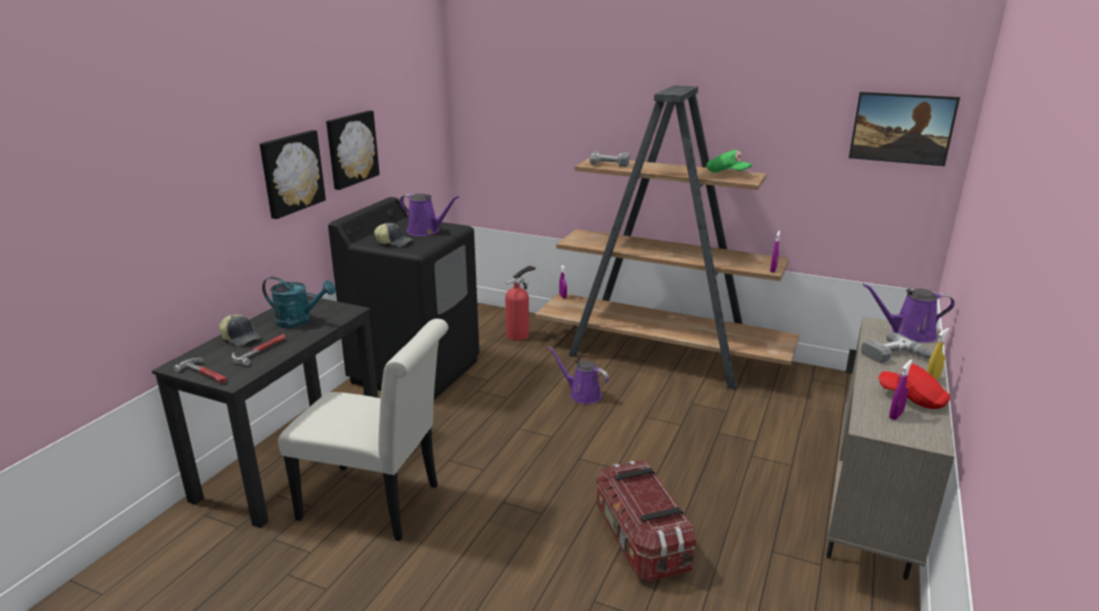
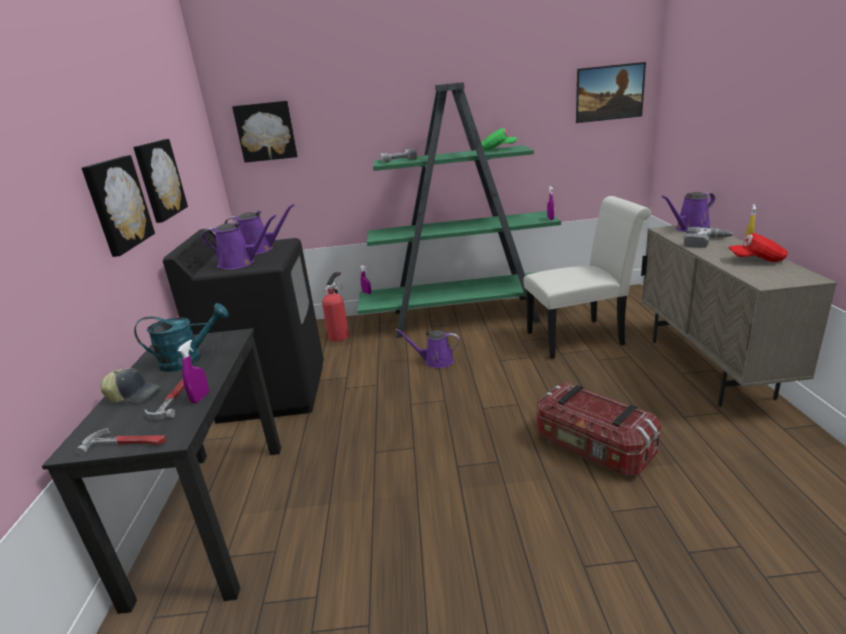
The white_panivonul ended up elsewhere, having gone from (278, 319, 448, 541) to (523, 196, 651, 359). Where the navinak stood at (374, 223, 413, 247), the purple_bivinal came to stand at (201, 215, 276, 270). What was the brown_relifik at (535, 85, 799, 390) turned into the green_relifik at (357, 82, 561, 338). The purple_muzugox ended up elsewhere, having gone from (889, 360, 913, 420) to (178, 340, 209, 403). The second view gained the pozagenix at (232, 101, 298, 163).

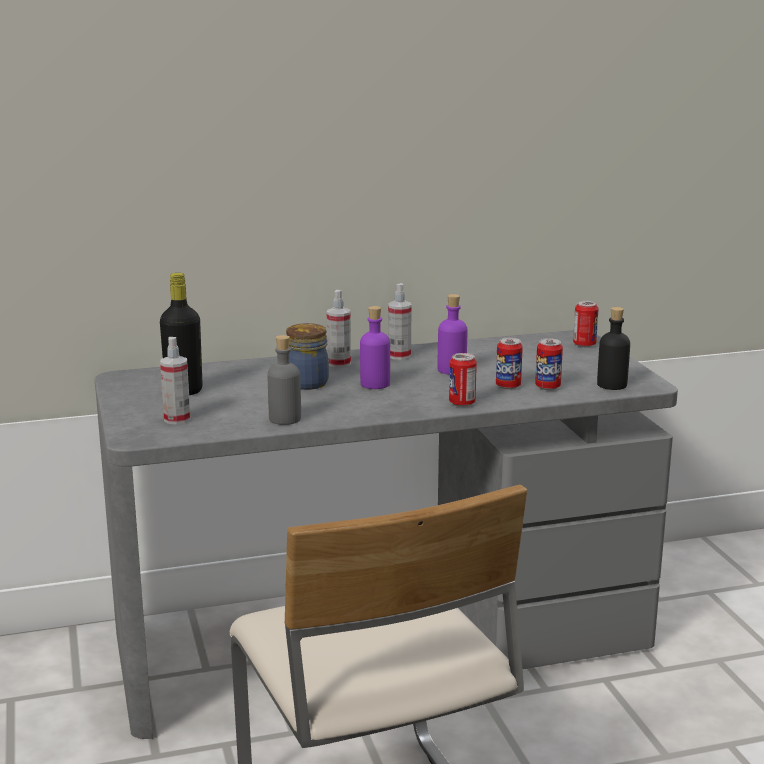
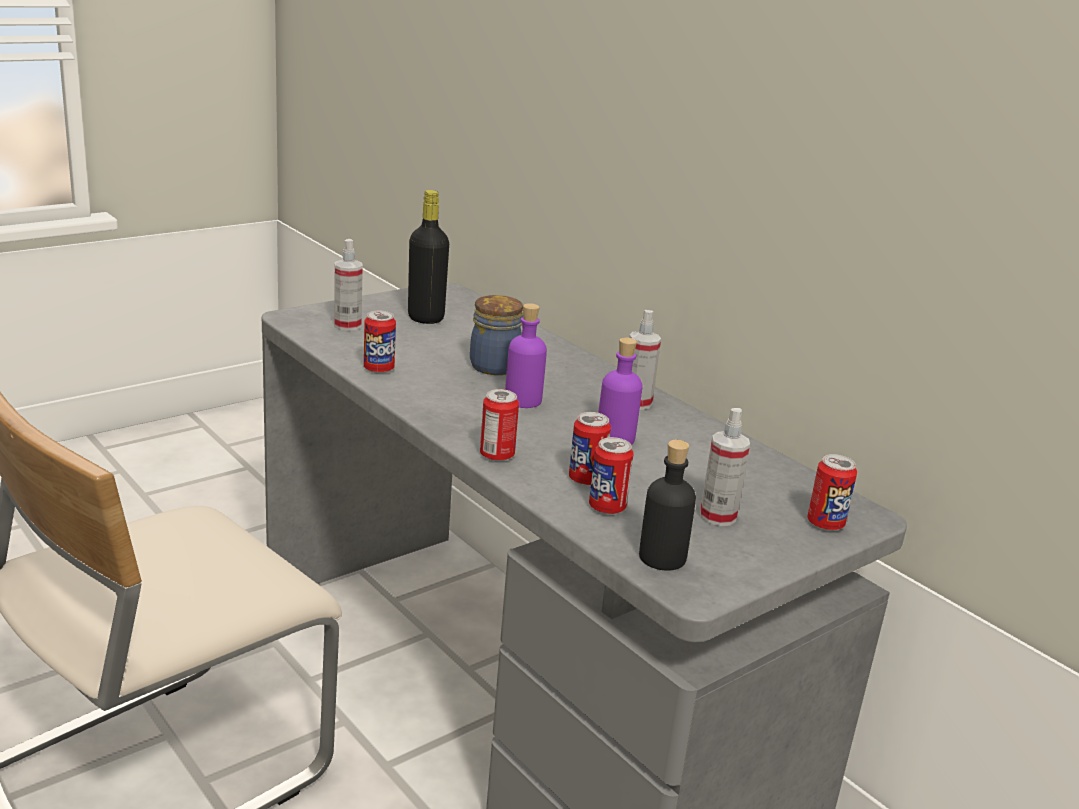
Where the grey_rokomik stood at (268, 335, 301, 425), the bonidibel came to stand at (364, 311, 396, 374). The muzugox ended up elsewhere, having gone from (327, 290, 351, 368) to (700, 408, 750, 526).

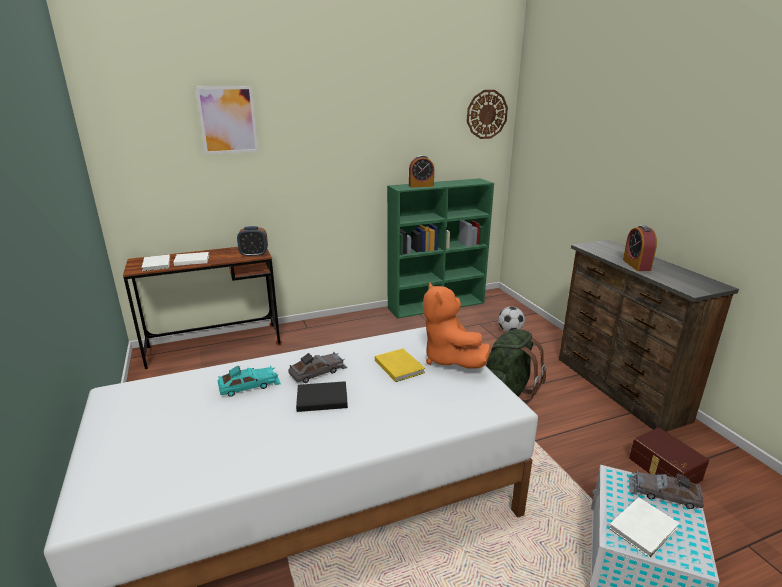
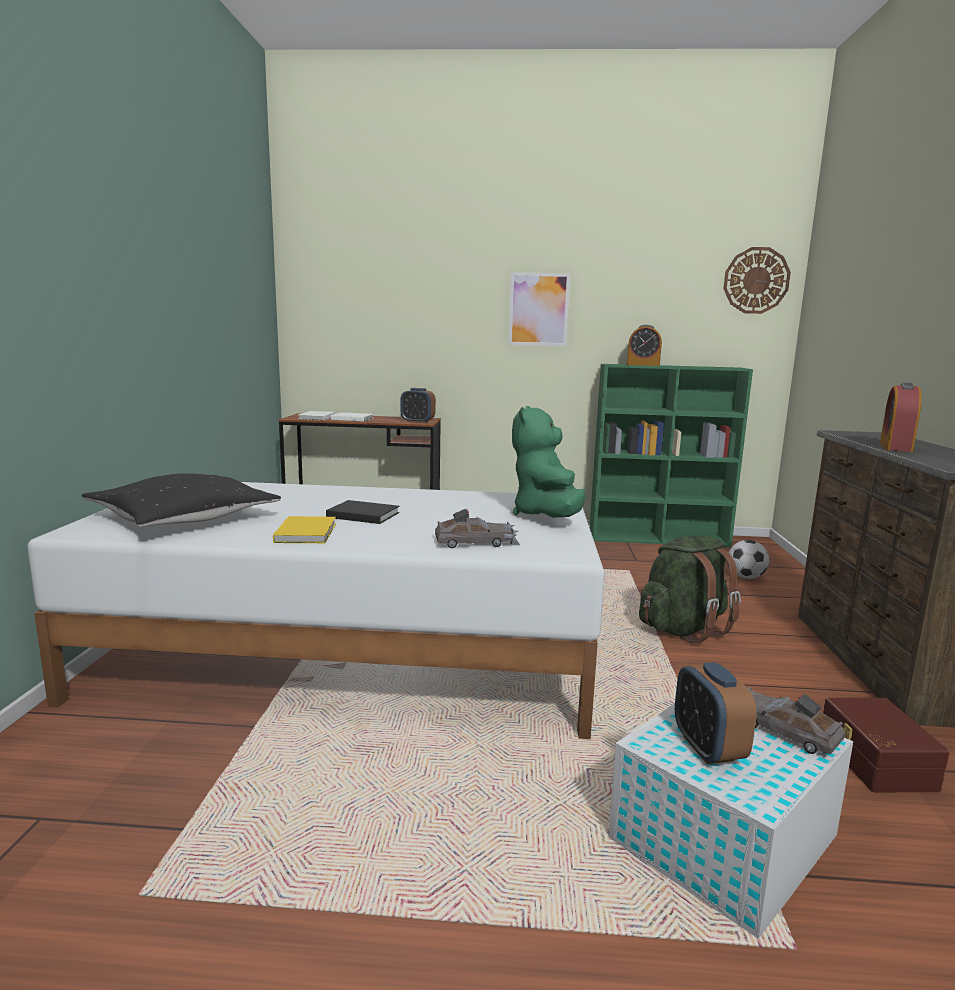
The pozagenix ended up elsewhere, having gone from (195, 86, 259, 154) to (508, 272, 570, 346). The second view lost the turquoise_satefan at (218, 365, 281, 397). The grey_satefan ended up elsewhere, having gone from (288, 352, 347, 383) to (435, 509, 520, 548). The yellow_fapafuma ended up elsewhere, having gone from (375, 348, 425, 382) to (273, 516, 336, 543). What was the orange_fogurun at (423, 283, 490, 369) turned into the green_fogurun at (512, 406, 586, 518). Where the white_fapafuma stood at (609, 497, 680, 558), the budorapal came to stand at (675, 662, 757, 764). The second view gained the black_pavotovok at (82, 473, 281, 527).

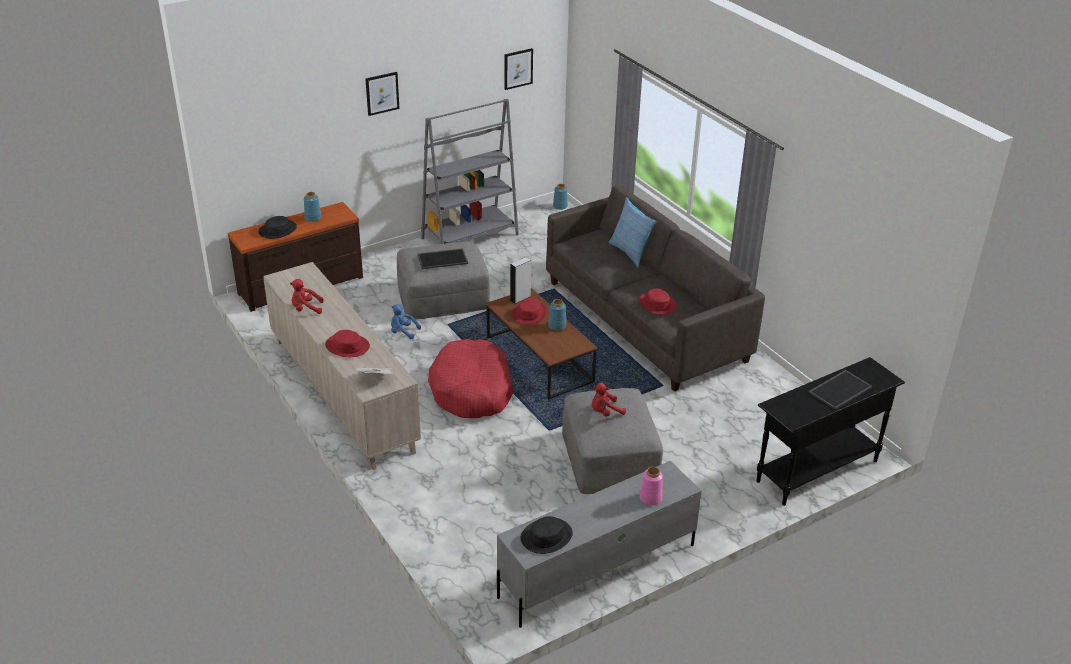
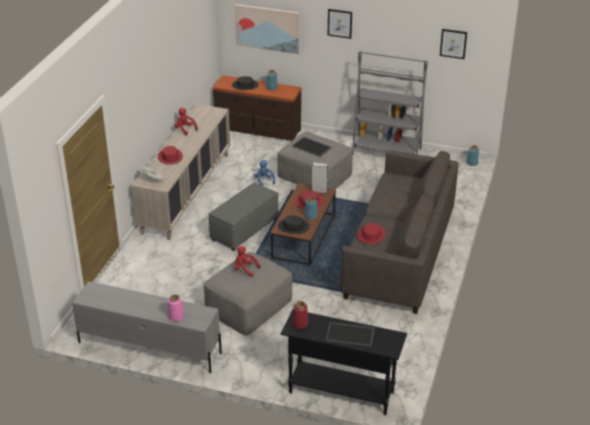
Where the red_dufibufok stood at (428, 339, 514, 418), the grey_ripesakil came to stand at (209, 182, 278, 251). The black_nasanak ended up elsewhere, having gone from (521, 516, 573, 554) to (278, 216, 310, 234). The second view lost the pavotovok at (609, 197, 656, 268). The second view gained the pozagenix at (235, 4, 300, 54). The second view gained the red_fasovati at (292, 301, 308, 329).

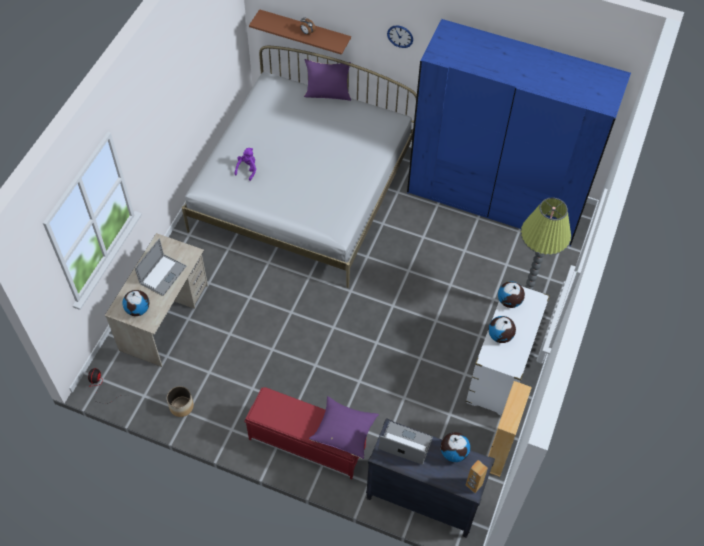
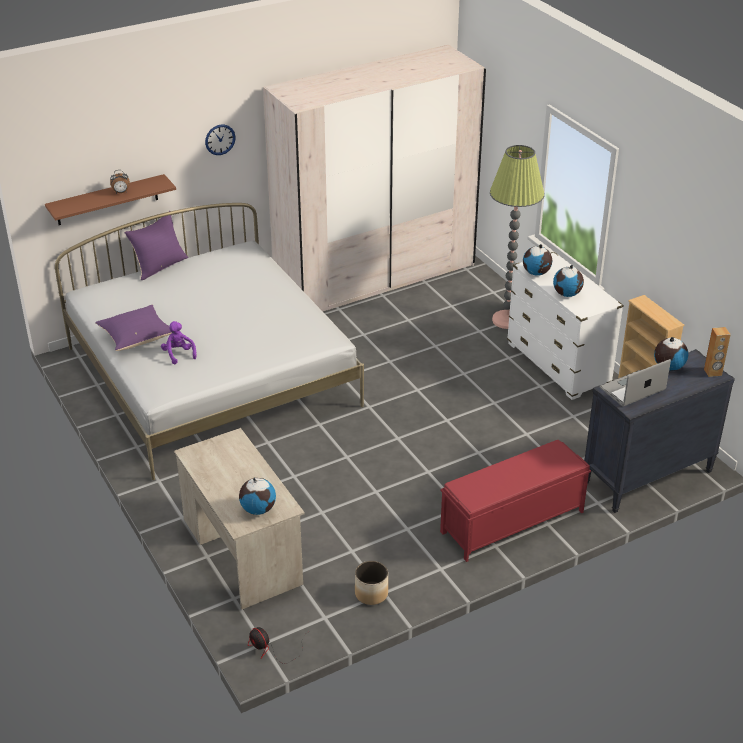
The second view lost the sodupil at (135, 239, 186, 296). The purple_pavotovok ended up elsewhere, having gone from (309, 396, 379, 459) to (95, 305, 171, 351). What was the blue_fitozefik at (407, 19, 631, 246) turned into the beige_fitozefik at (263, 45, 486, 311).

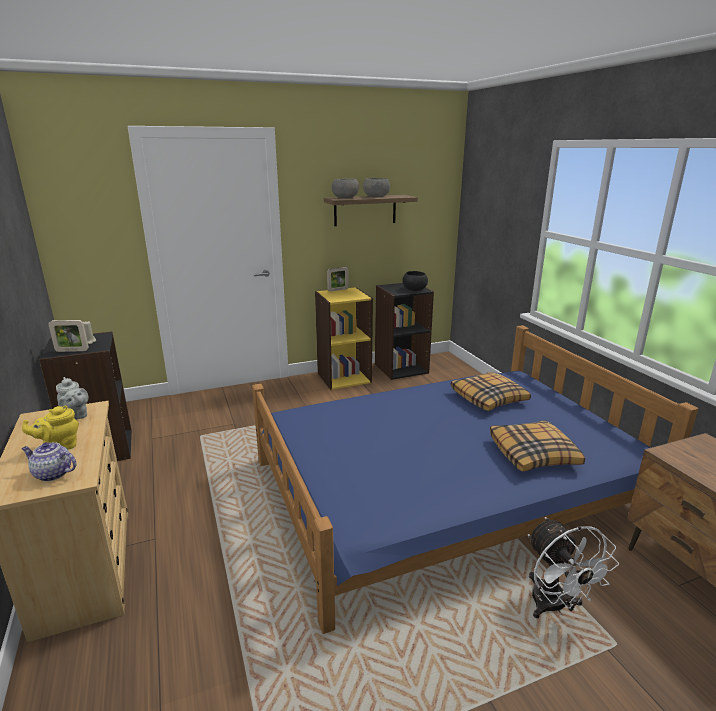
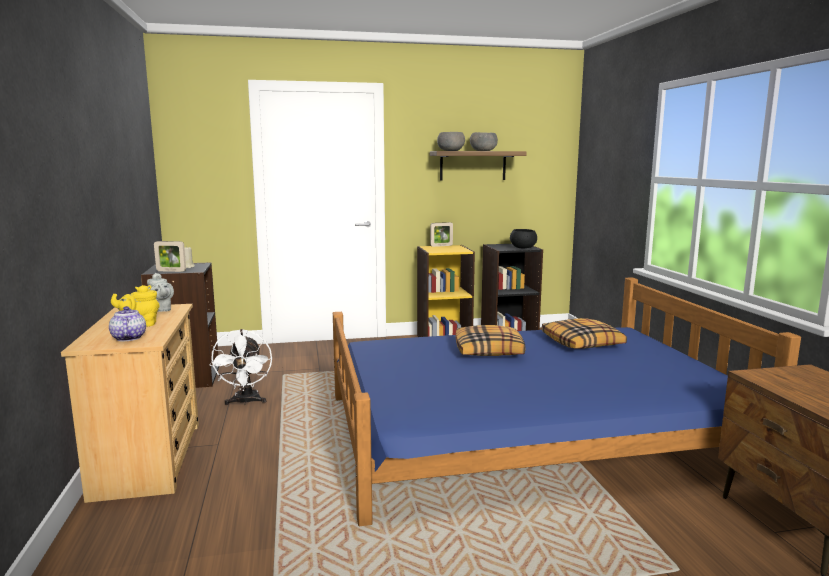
The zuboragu at (21, 442, 76, 482) ended up facing another way, 45 degrees clockwise from before. The pavotovok ended up elsewhere, having gone from (490, 420, 585, 472) to (456, 325, 526, 356). The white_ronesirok ended up elsewhere, having gone from (528, 517, 619, 618) to (210, 329, 272, 405).

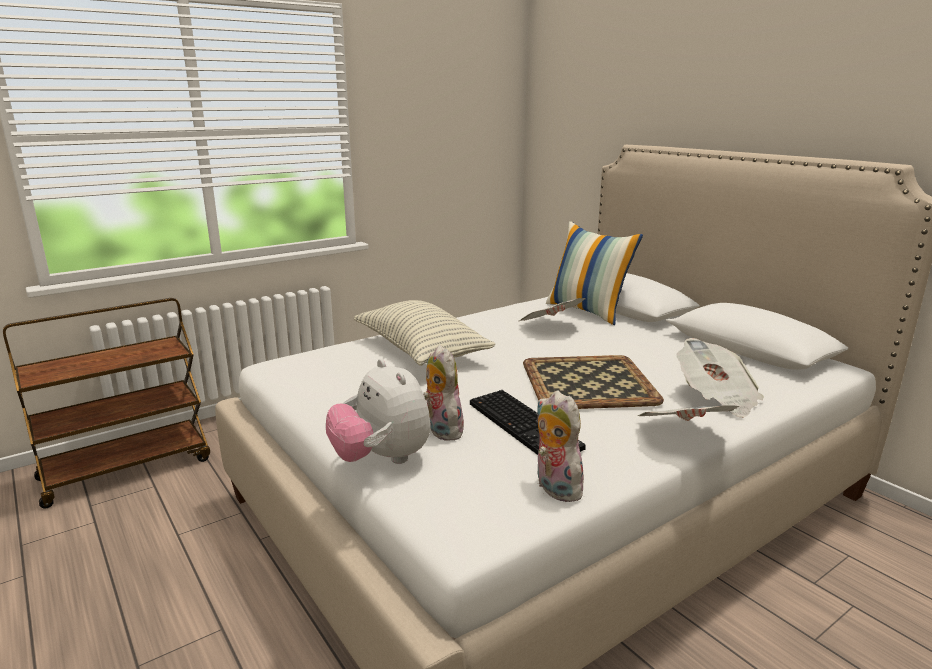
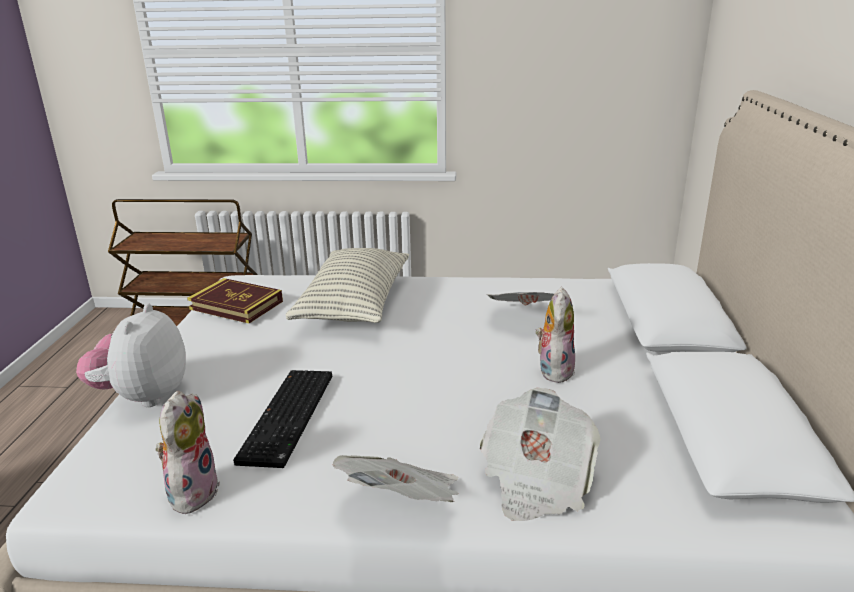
The fogurun ended up elsewhere, having gone from (423, 345, 464, 441) to (536, 287, 575, 384). The second view lost the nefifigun at (523, 355, 664, 409). The second view lost the pavotovok at (546, 221, 643, 325). The second view gained the fapafuma at (187, 278, 283, 324).

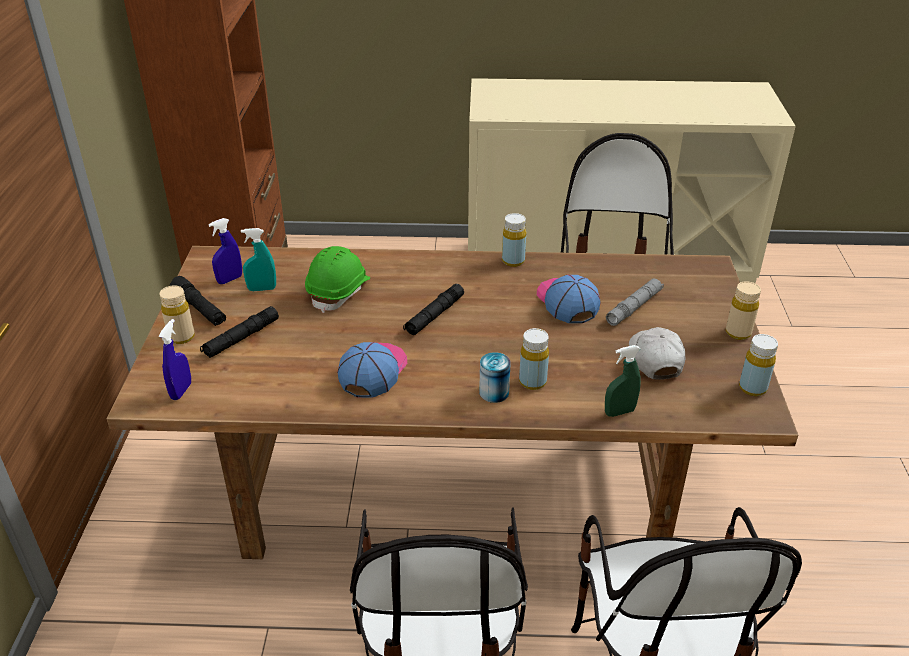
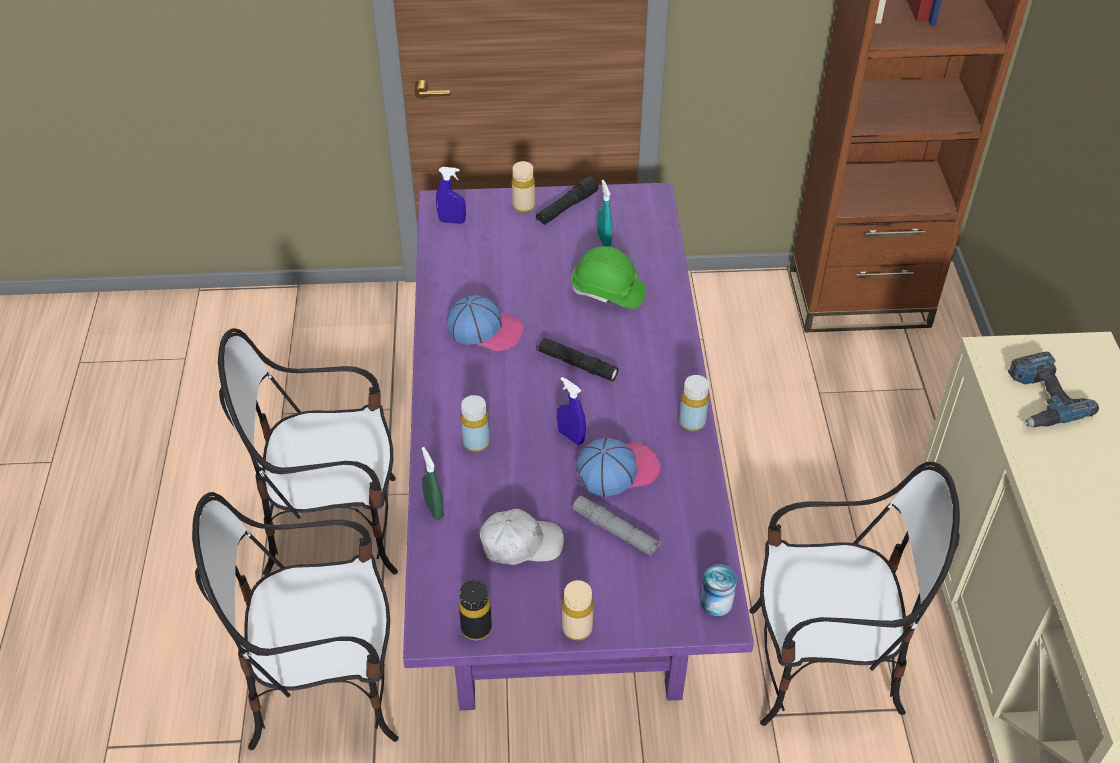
What was the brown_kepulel at (106, 246, 798, 559) turned into the purple_kepulel at (403, 183, 754, 710). The second view lost the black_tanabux at (200, 306, 279, 358). The blue_muzugox ended up elsewhere, having gone from (208, 218, 242, 284) to (557, 377, 586, 445). The bonidibel ended up elsewhere, having gone from (479, 352, 511, 403) to (701, 564, 737, 616). What was the yellow_rokomik at (739, 334, 778, 396) turned into the black_rokomik at (459, 580, 492, 640). The second view gained the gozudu at (1008, 352, 1099, 427).

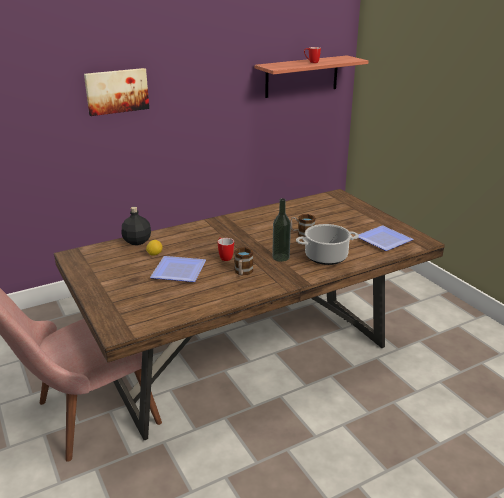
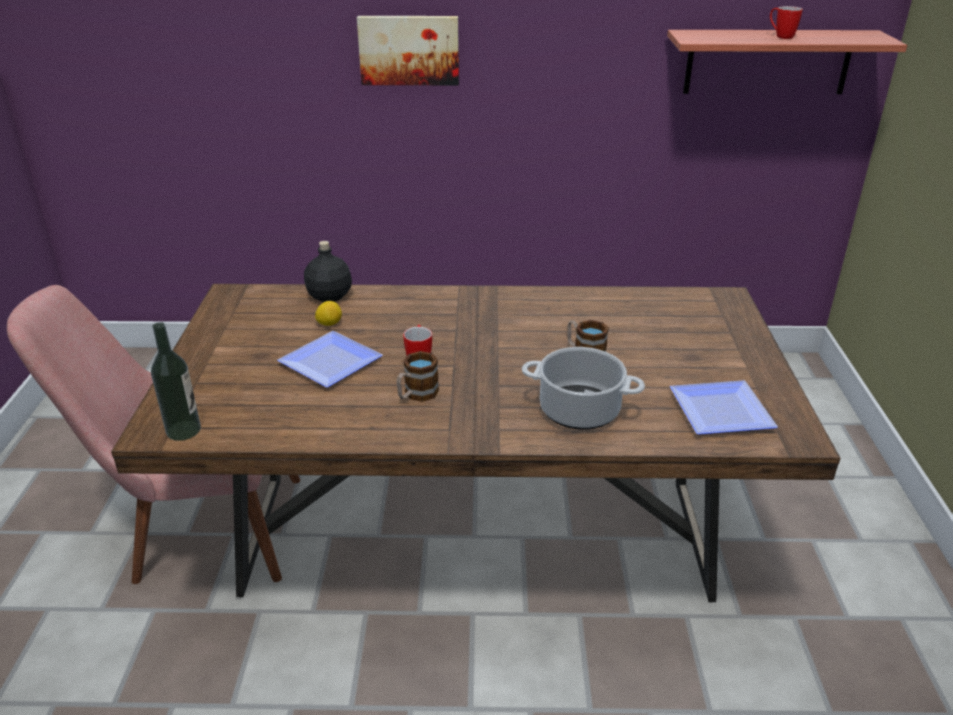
The rokomik ended up elsewhere, having gone from (272, 198, 291, 262) to (151, 322, 201, 441).

